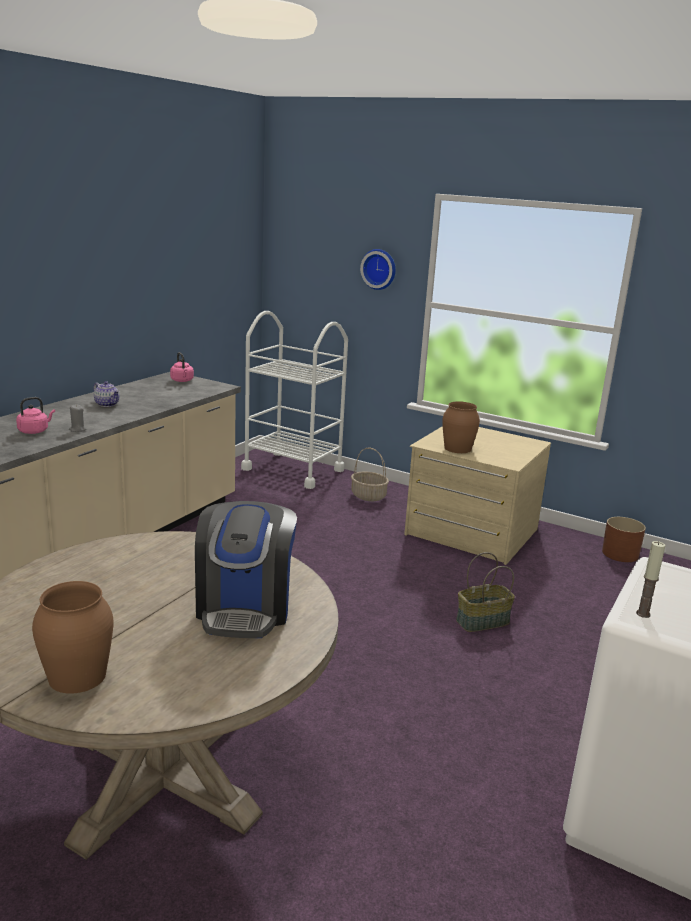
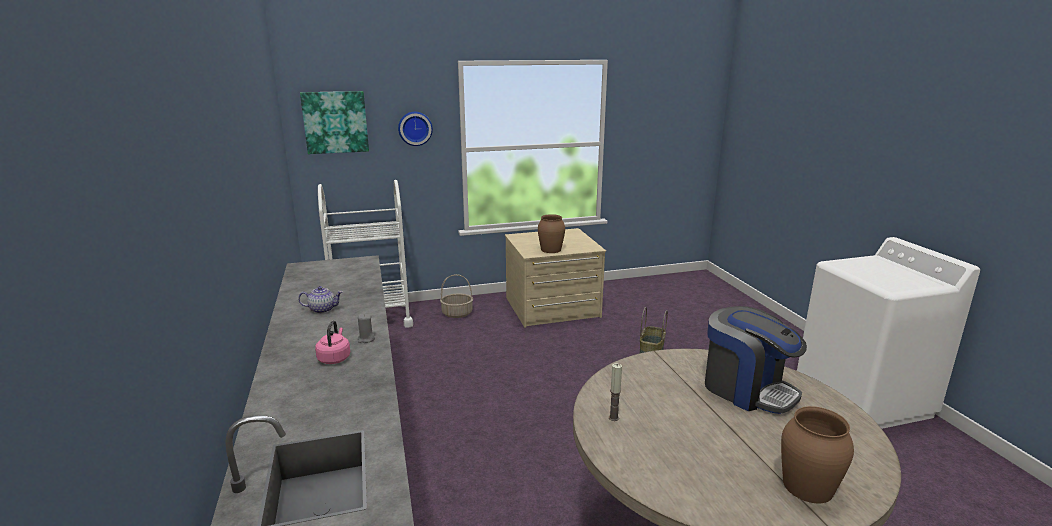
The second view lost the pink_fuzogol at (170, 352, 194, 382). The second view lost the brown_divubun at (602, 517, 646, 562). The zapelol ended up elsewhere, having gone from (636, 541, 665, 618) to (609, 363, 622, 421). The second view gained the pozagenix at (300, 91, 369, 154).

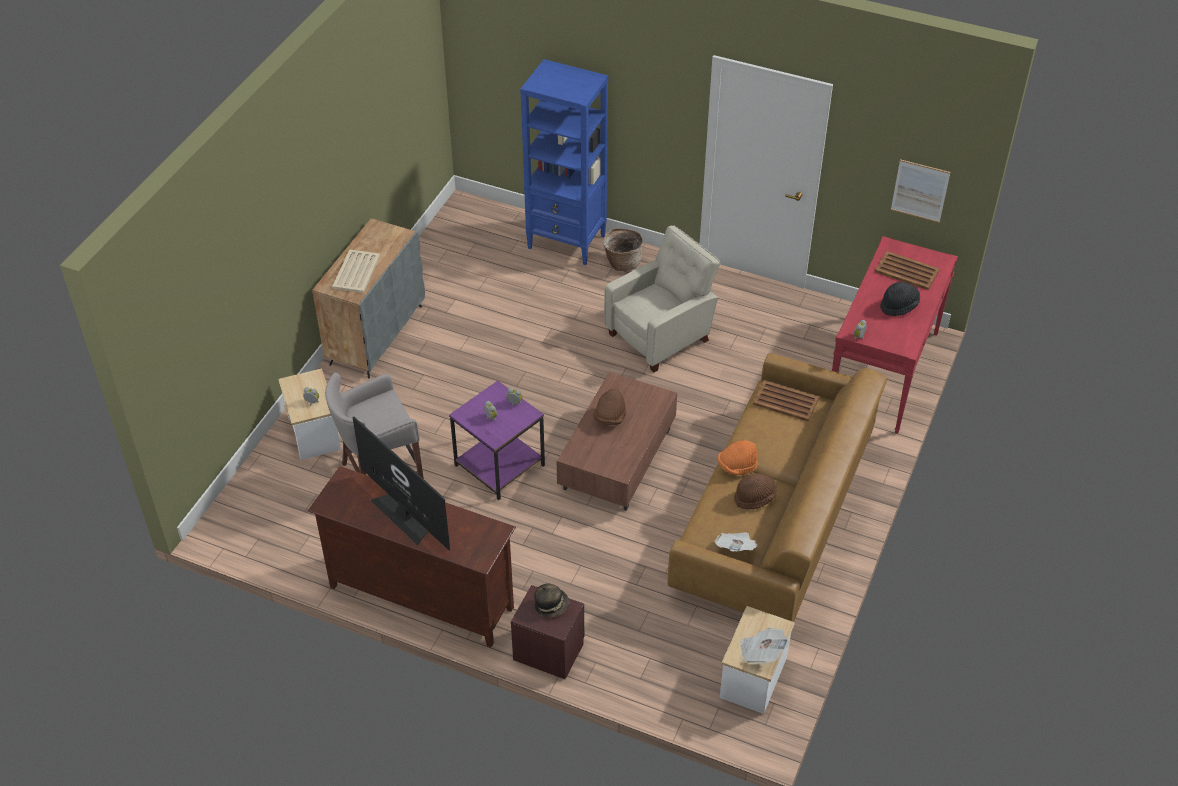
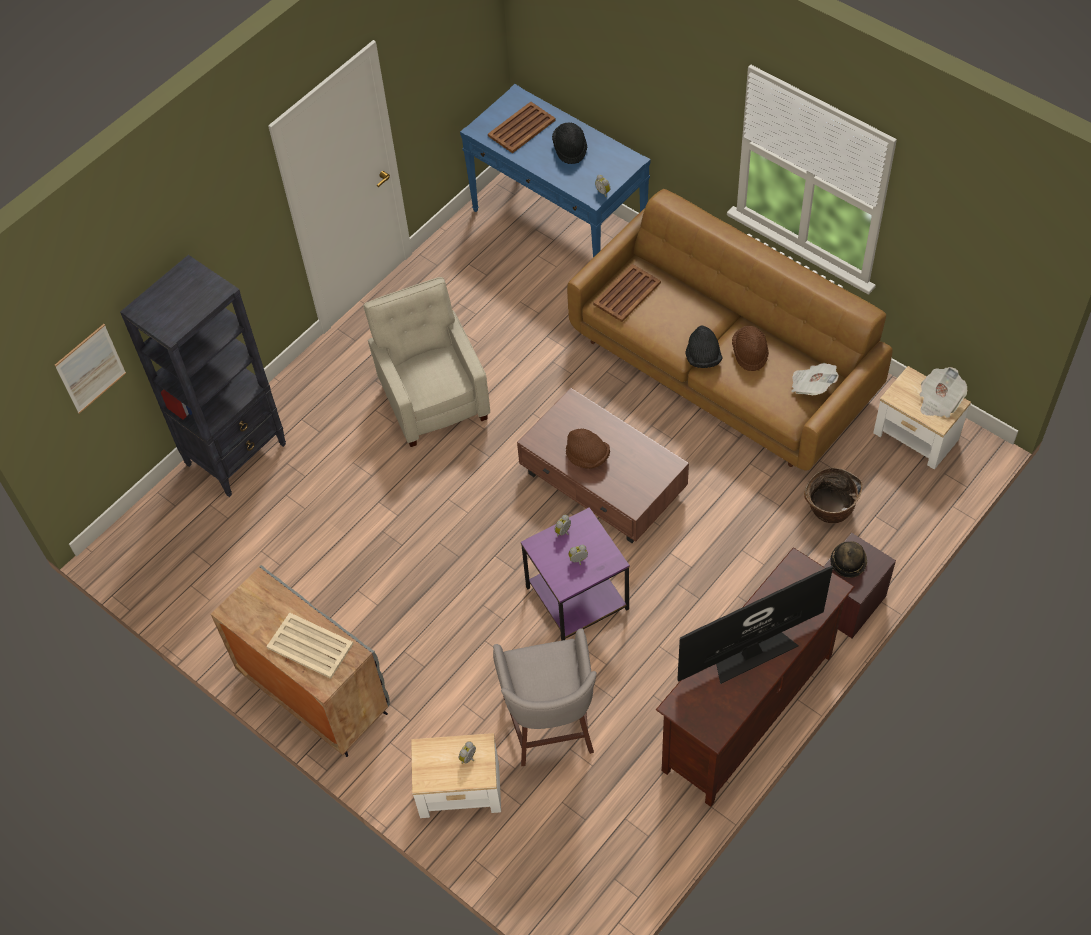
What was the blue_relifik at (520, 59, 608, 265) turned into the black_relifik at (120, 255, 286, 497). The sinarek ended up elsewhere, having gone from (603, 228, 643, 271) to (804, 467, 863, 523). What was the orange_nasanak at (718, 440, 758, 475) turned into the black_nasanak at (686, 325, 722, 368). What was the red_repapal at (832, 236, 958, 434) turned into the blue_repapal at (460, 84, 651, 258). The pozagenix ended up elsewhere, having gone from (891, 159, 951, 223) to (55, 324, 126, 413).

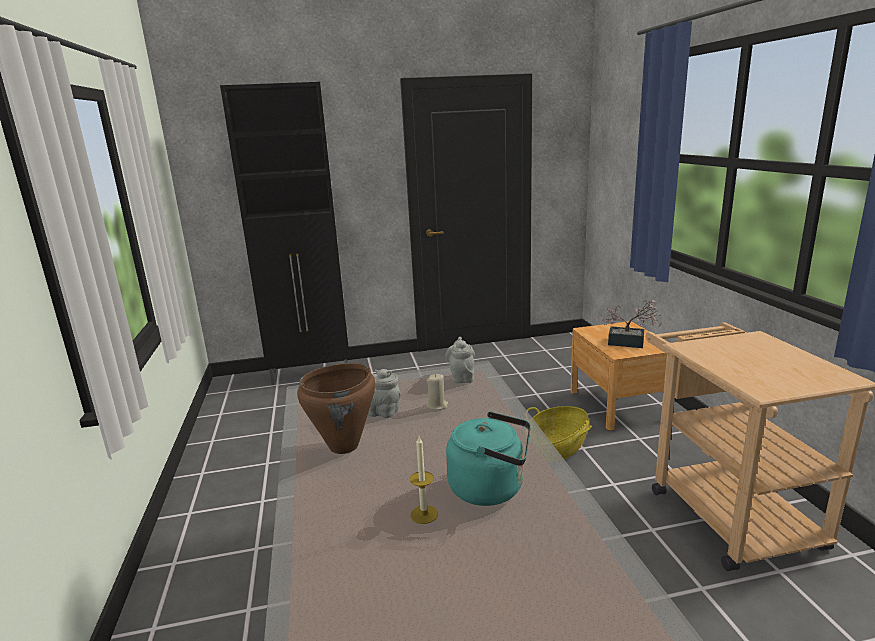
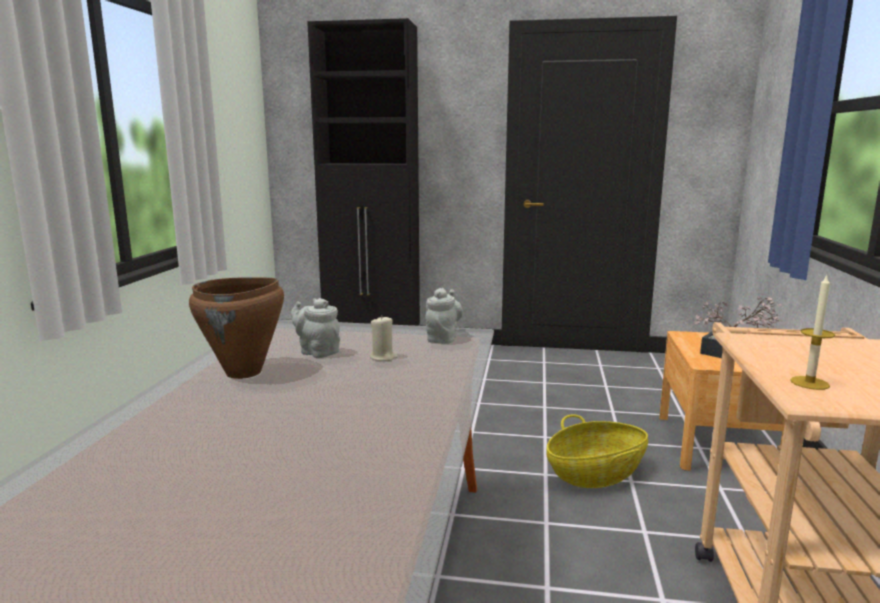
The zapelol ended up elsewhere, having gone from (410, 436, 438, 524) to (790, 275, 835, 390). The second view lost the turquoise_fuzogol at (446, 412, 531, 506).

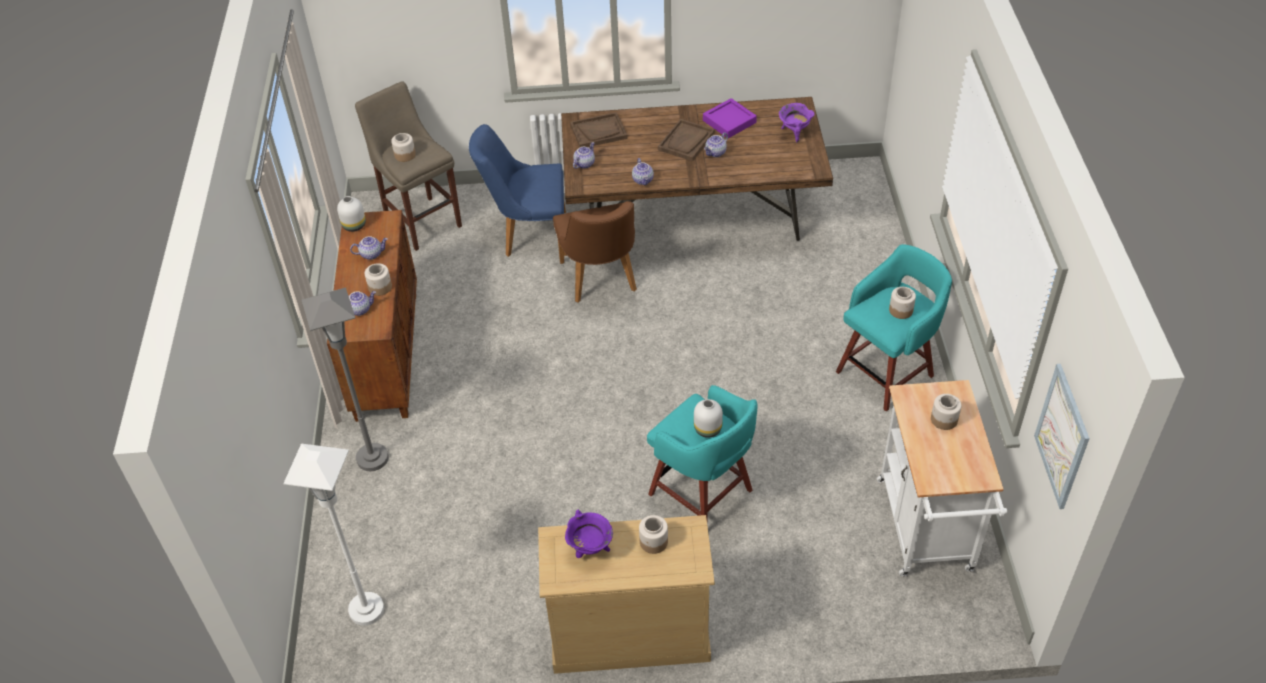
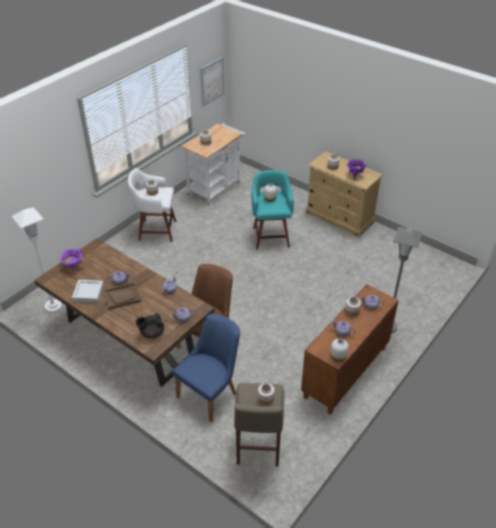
The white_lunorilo ended up elsewhere, having gone from (283, 443, 384, 626) to (11, 207, 62, 313). The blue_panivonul at (469, 124, 567, 257) ended up facing another way, 90 degrees counterclockwise from before. Where the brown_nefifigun stood at (570, 112, 628, 147), the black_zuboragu came to stand at (136, 313, 164, 338). What was the purple_nefifigun at (703, 98, 757, 138) turned into the grey_nefifigun at (72, 280, 104, 303). What was the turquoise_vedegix at (836, 244, 952, 411) turned into the white_vedegix at (128, 168, 176, 242).

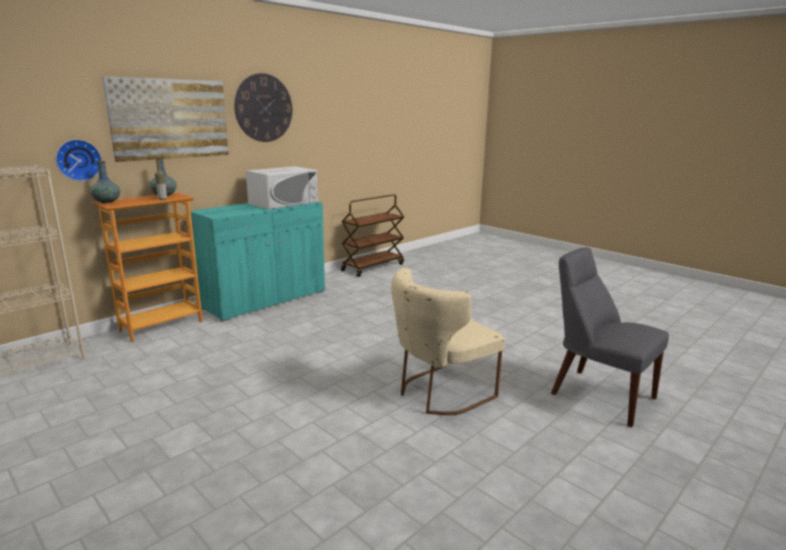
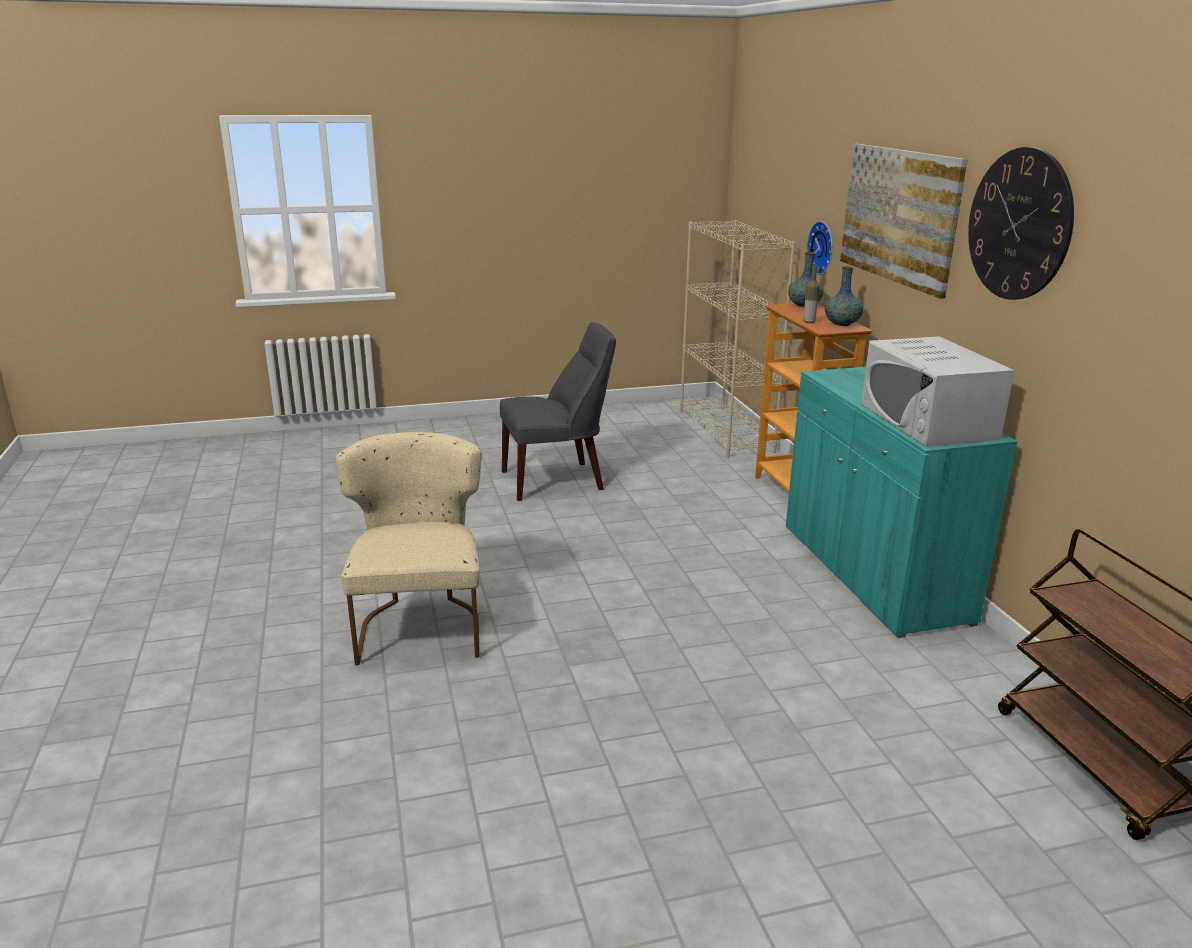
The grey_panivonul ended up elsewhere, having gone from (551, 247, 669, 427) to (500, 322, 616, 501).

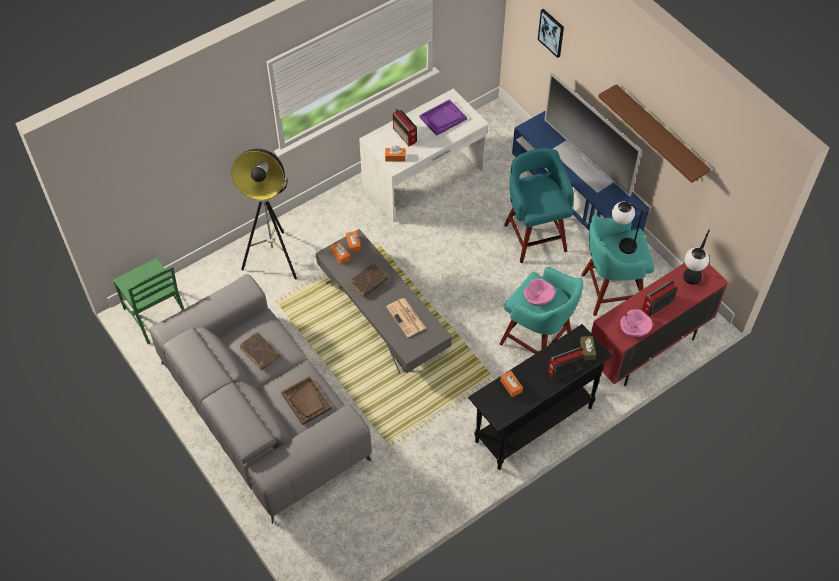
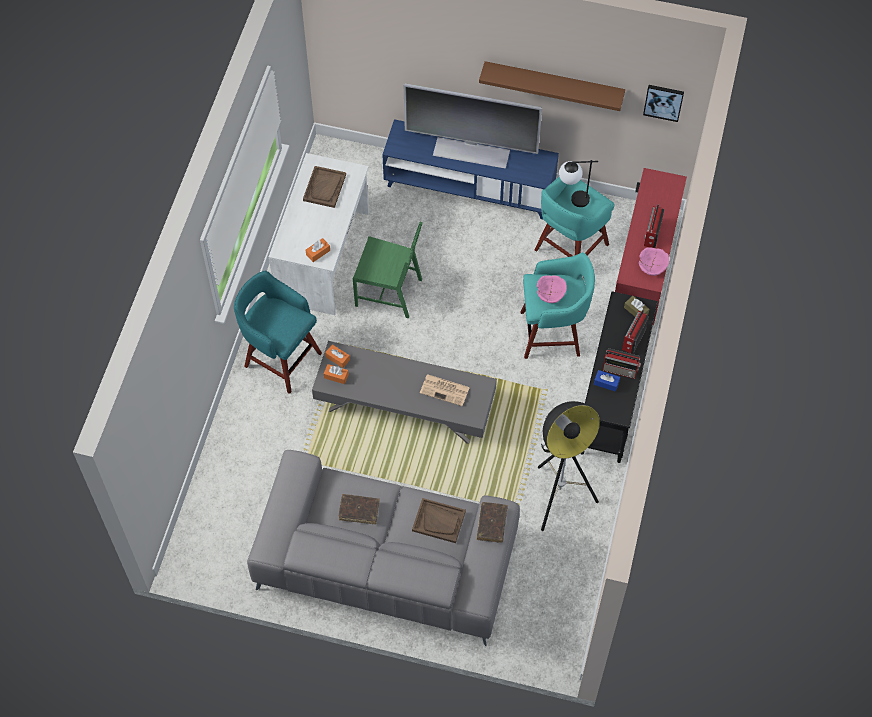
The green_panivonul ended up elsewhere, having gone from (113, 258, 184, 344) to (353, 222, 423, 318). The lunorilo ended up elsewhere, having gone from (231, 149, 297, 280) to (538, 401, 600, 531). The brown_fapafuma ended up elsewhere, having gone from (349, 264, 388, 297) to (477, 502, 508, 543). The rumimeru ended up elsewhere, having gone from (393, 109, 417, 146) to (602, 348, 641, 379). What was the purple_nefifigun at (419, 99, 467, 136) turned into the brown_nefifigun at (303, 166, 346, 208). What was the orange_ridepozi at (500, 371, 523, 397) turned into the blue_ridepozi at (594, 370, 620, 392). The turquoise_vedegix ended up elsewhere, having gone from (504, 148, 574, 263) to (234, 271, 322, 394). The pozagenix ended up elsewhere, having gone from (538, 9, 564, 58) to (643, 85, 684, 122). The second view lost the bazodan at (683, 229, 710, 285).

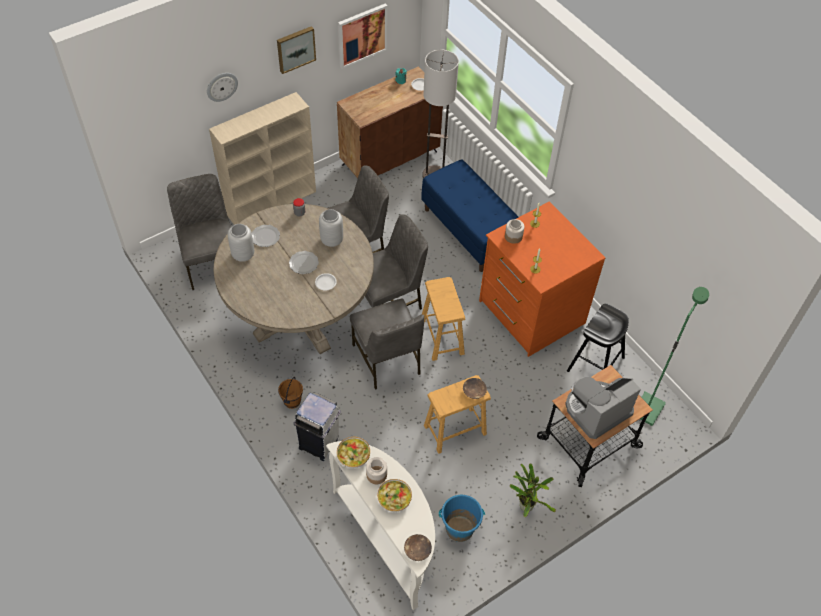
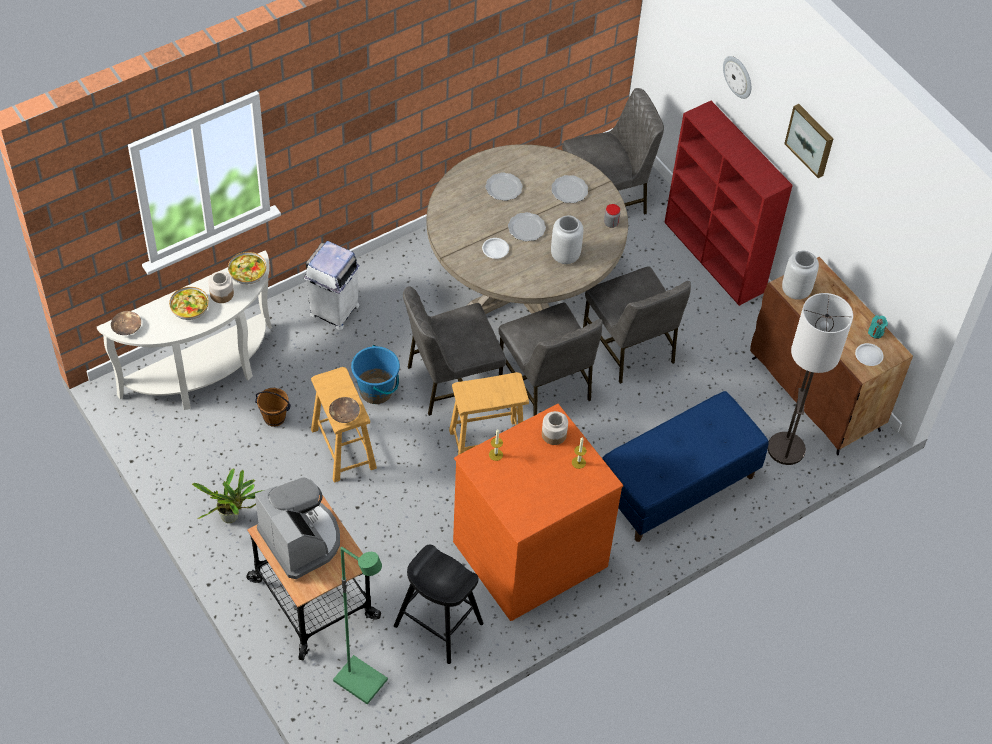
What was the beige_relifik at (209, 92, 316, 225) turned into the red_relifik at (664, 101, 793, 306). The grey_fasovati ended up elsewhere, having gone from (228, 224, 254, 262) to (782, 251, 819, 300). The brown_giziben ended up elsewhere, having gone from (278, 377, 303, 409) to (255, 388, 291, 427). The second view lost the pozagenix at (338, 4, 387, 69). The blue_giziben ended up elsewhere, having gone from (439, 495, 485, 542) to (351, 345, 400, 404). The second view gained the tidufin at (485, 172, 523, 201).

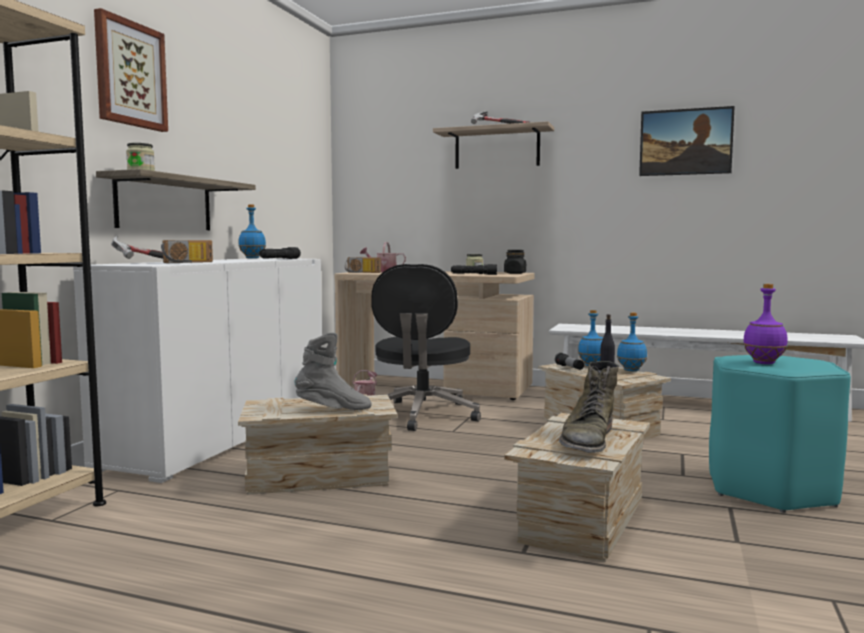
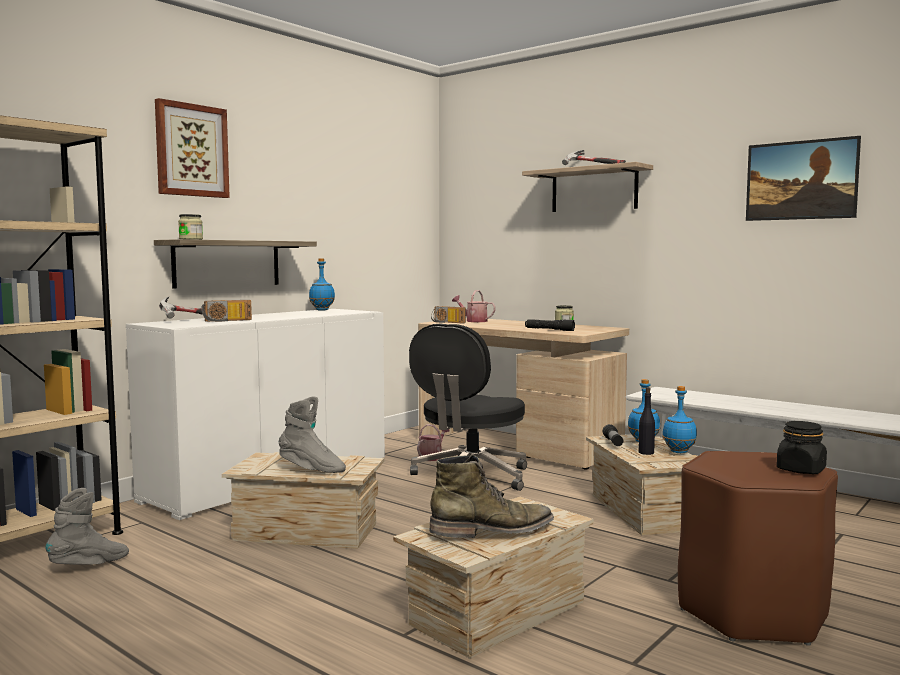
The second view lost the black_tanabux at (259, 247, 301, 259). The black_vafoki ended up elsewhere, having gone from (504, 250, 526, 274) to (776, 421, 827, 474). The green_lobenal at (559, 361, 619, 453) ended up facing another way, 150 degrees counterclockwise from before. What was the turquoise_vedegix at (709, 355, 851, 513) turned into the brown_vedegix at (678, 451, 838, 646). The second view lost the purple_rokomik at (743, 284, 788, 364). The second view gained the grey_lobenal at (46, 488, 129, 565).

